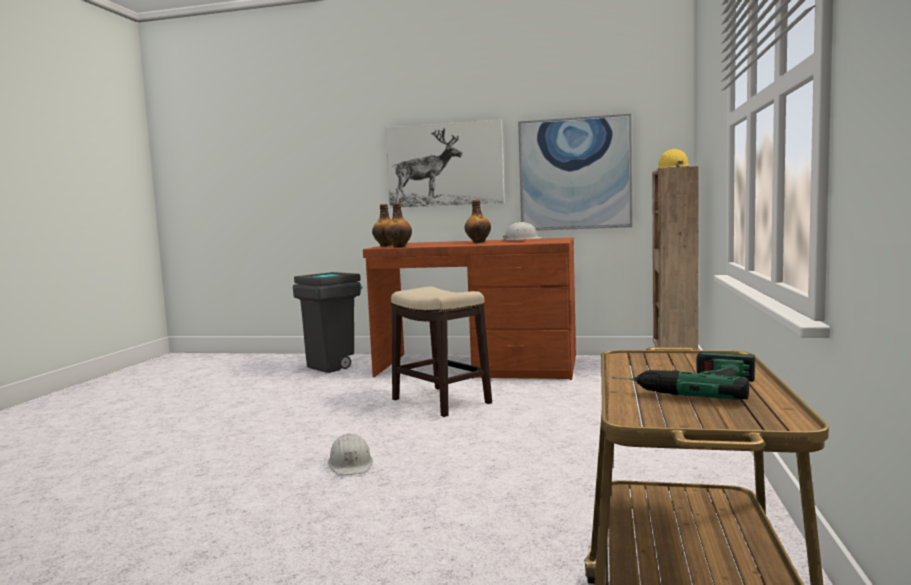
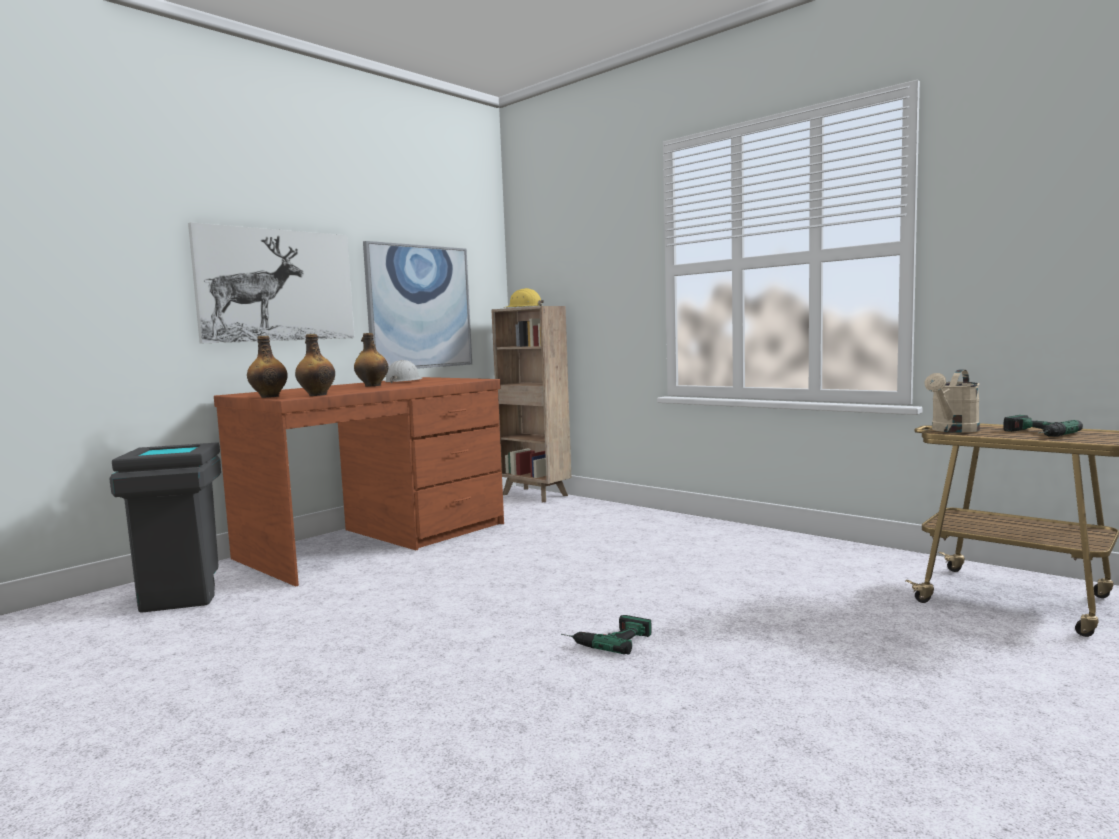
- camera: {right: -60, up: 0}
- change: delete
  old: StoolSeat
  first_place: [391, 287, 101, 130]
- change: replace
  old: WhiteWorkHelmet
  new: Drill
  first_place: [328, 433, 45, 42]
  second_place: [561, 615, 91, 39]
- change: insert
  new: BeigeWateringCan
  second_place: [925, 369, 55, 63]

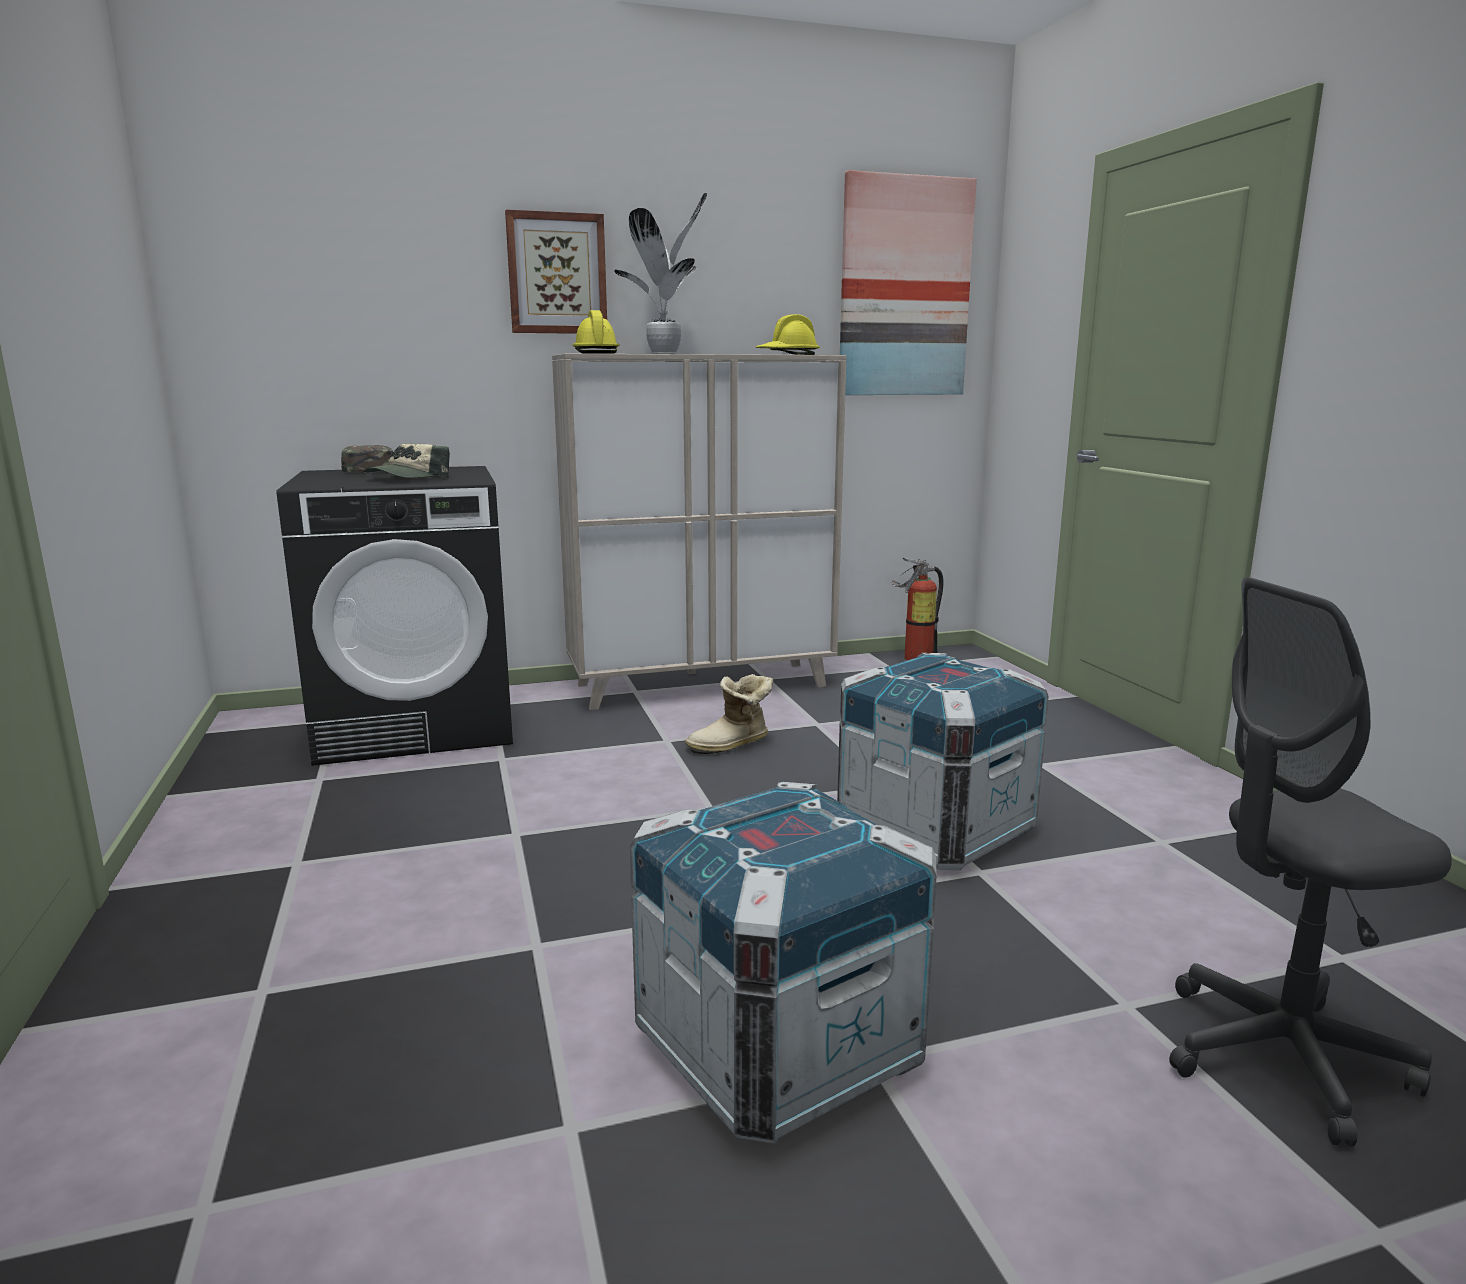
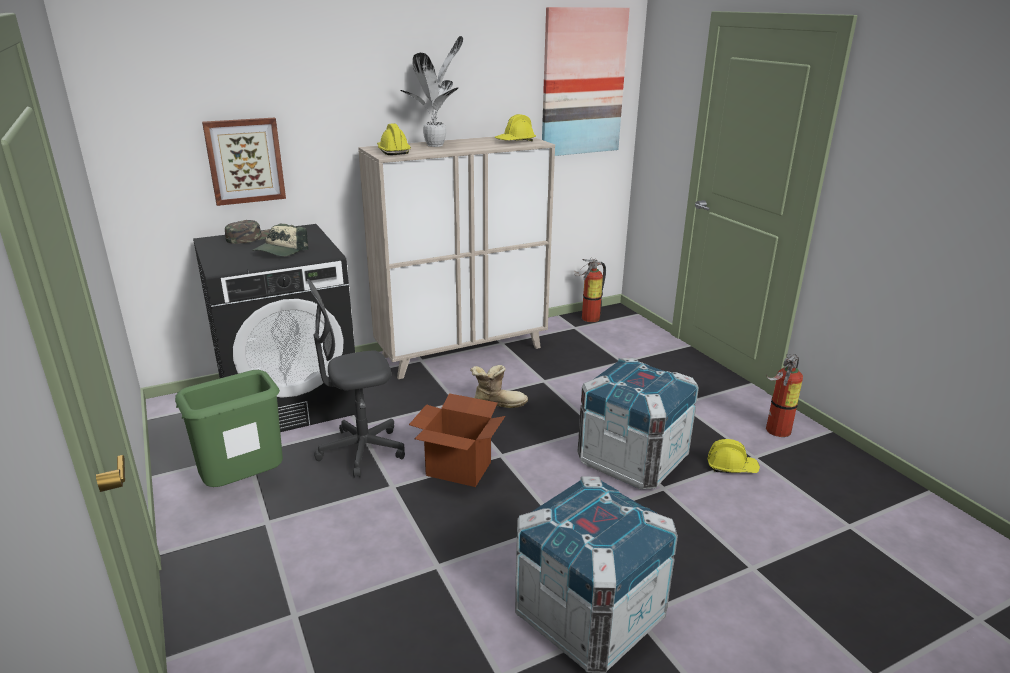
- camera: {right: -10, up: 10}
- change: move
  old: WallPicture
  first_place: [505, 209, 102, 125]
  second_place: [202, 117, 84, 89]
- change: move
  old: GreyComputerChair
  first_place: [1169, 577, 283, 570]
  second_place: [307, 279, 98, 198]
- change: rotate
  old: TallBoot
  first_place: [685, 674, 88, 80]
  second_place: [470, 365, 58, 43]
  degrees: -150
- change: insert
  new: Extinguisher
  second_place: [766, 354, 37, 83]
- change: insert
  new: GreenishRubbishBin
  second_place: [175, 370, 108, 117]
- change: insert
  new: PackingBox
  second_place: [409, 393, 96, 94]
- change: insert
  new: YellowishWorkHelmet
  second_place: [708, 439, 52, 34]

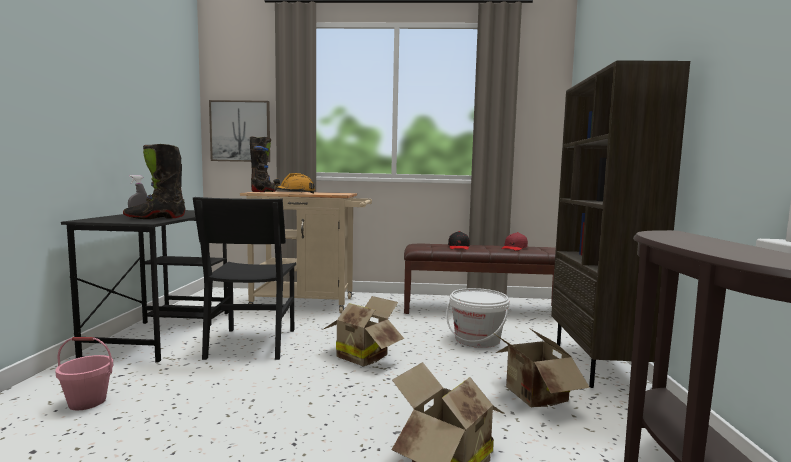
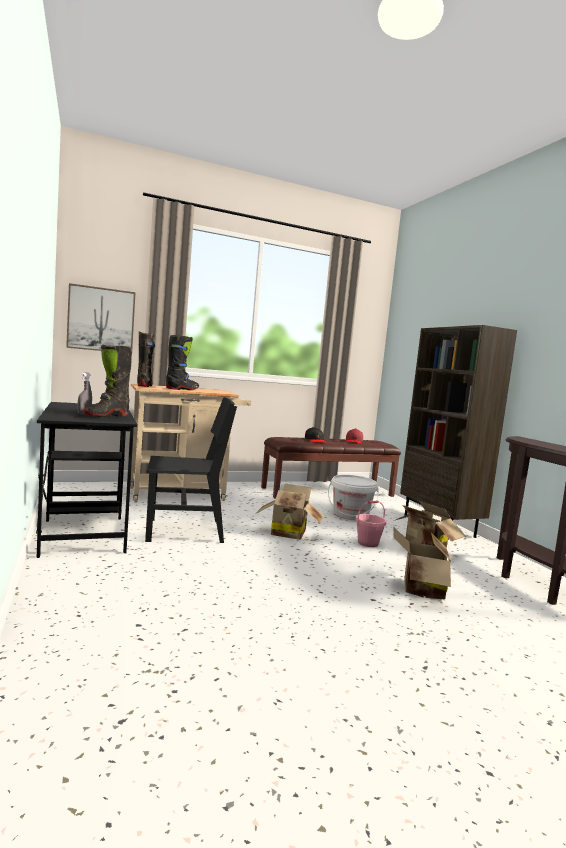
- camera: {right: -25, up: 0}
- change: replace
  old: OrangeyWorkHelmet
  new: BlackTallBoot
  first_place: [274, 173, 41, 20]
  second_place: [166, 335, 33, 55]
- change: rotate
  old: BlackPlainChair
  first_place: [193, 197, 103, 163]
  second_place: [145, 397, 92, 146]
  degrees: -75
- change: move
  old: PinkBucket
  first_place: [55, 337, 58, 74]
  second_place: [356, 501, 31, 46]

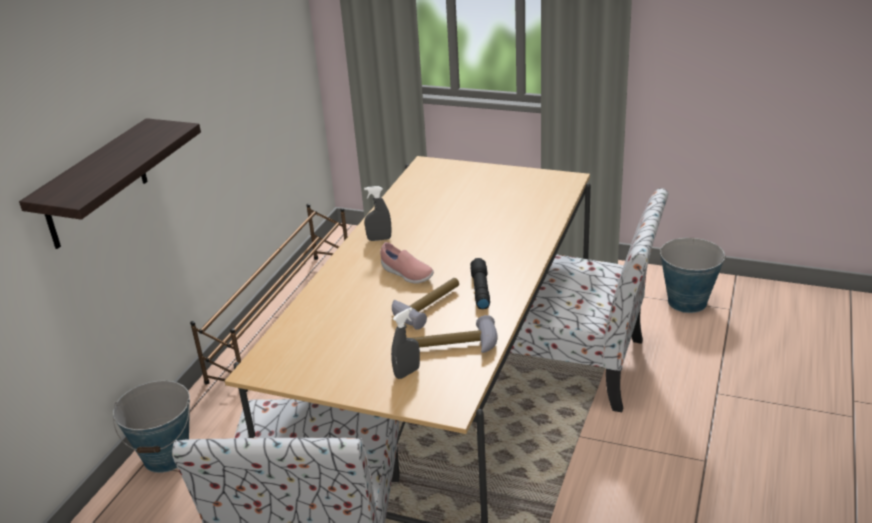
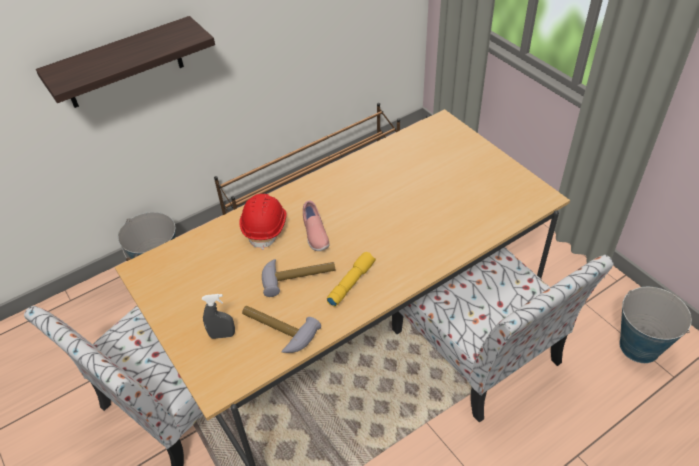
- camera: {right: 35, up: 15}
- change: delete
  old: GreySprayBottle
  first_place: [364, 186, 27, 55]
- change: recolor
  old: BlackTorch
  new: YellowishTorch
  first_place: [470, 258, 20, 51]
  second_place: [327, 252, 49, 55]
- change: insert
  new: RedWorkHelmet
  second_place: [239, 194, 48, 56]

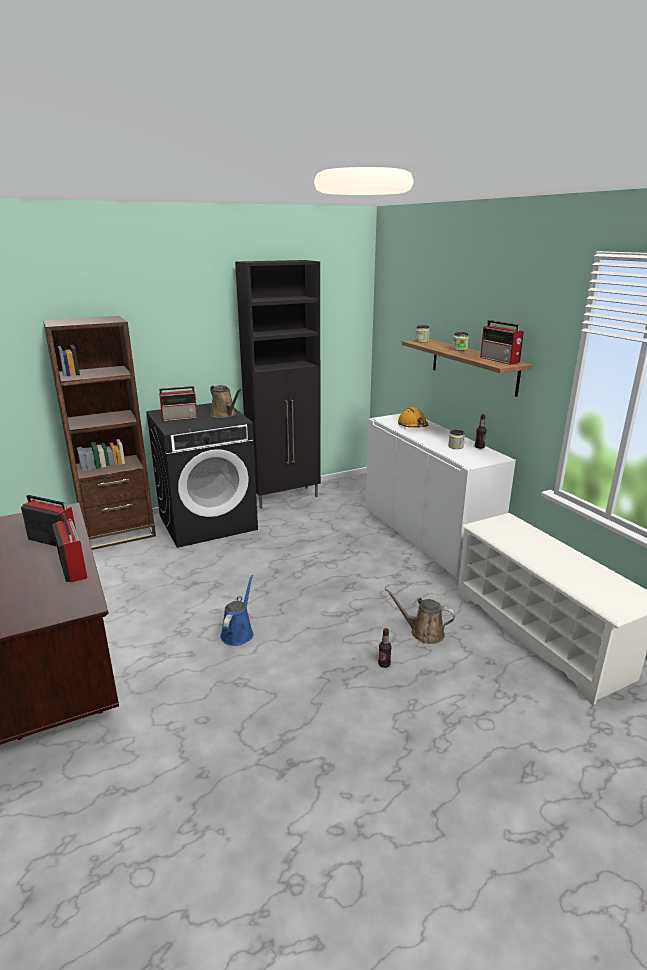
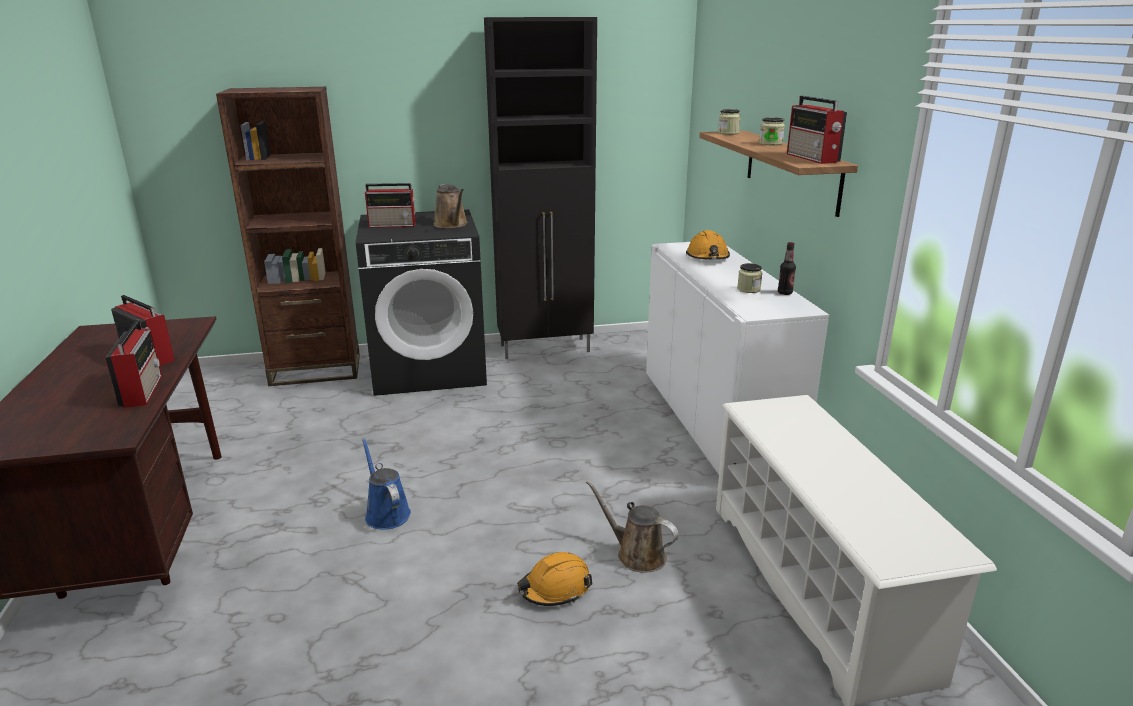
- camera: {right: 15, up: 0}
- change: rotate
  old: BlueColouredWateringCan
  first_place: [220, 575, 34, 71]
  second_place: [362, 438, 49, 91]
  degrees: -60
- change: replace
  old: BeverageBottle
  new: OrangeyWorkHelmet
  first_place: [378, 628, 14, 40]
  second_place: [517, 552, 76, 54]

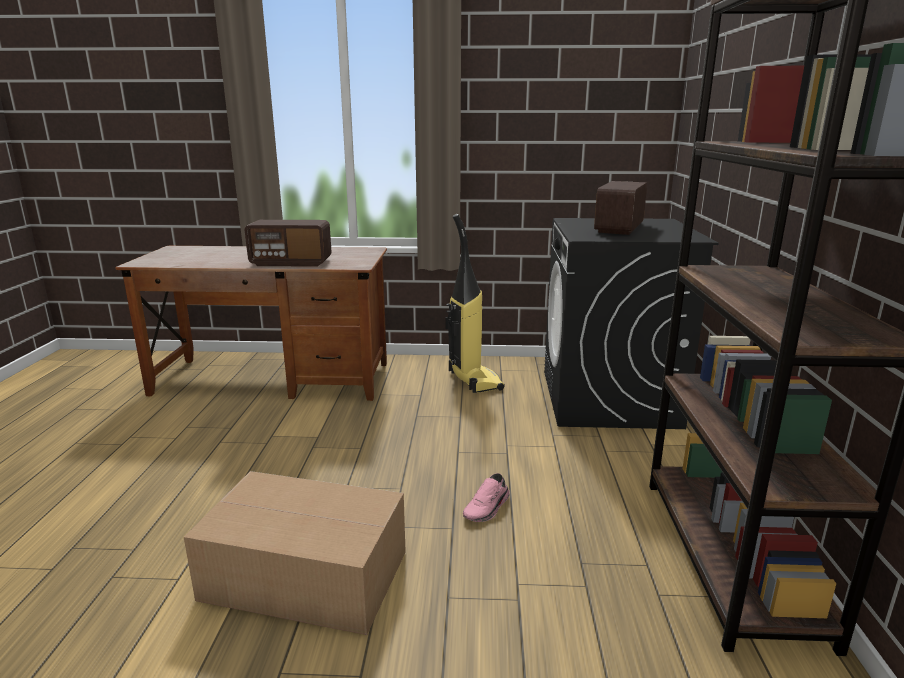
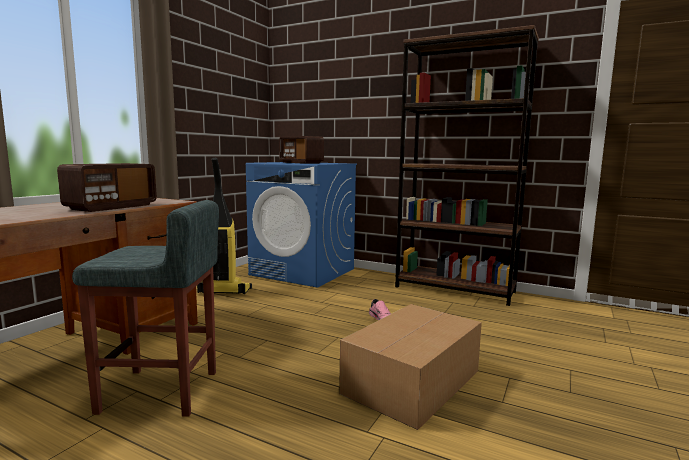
- camera: {right: -65, up: -10}
- change: recolor
  old: BlackLaundryAppliance
  new: BlueColouredLaundryAppliance
  first_place: [544, 218, 175, 211]
  second_place: [246, 162, 111, 126]
- change: insert
  new: GreyStoolSeat
  second_place: [72, 200, 147, 217]

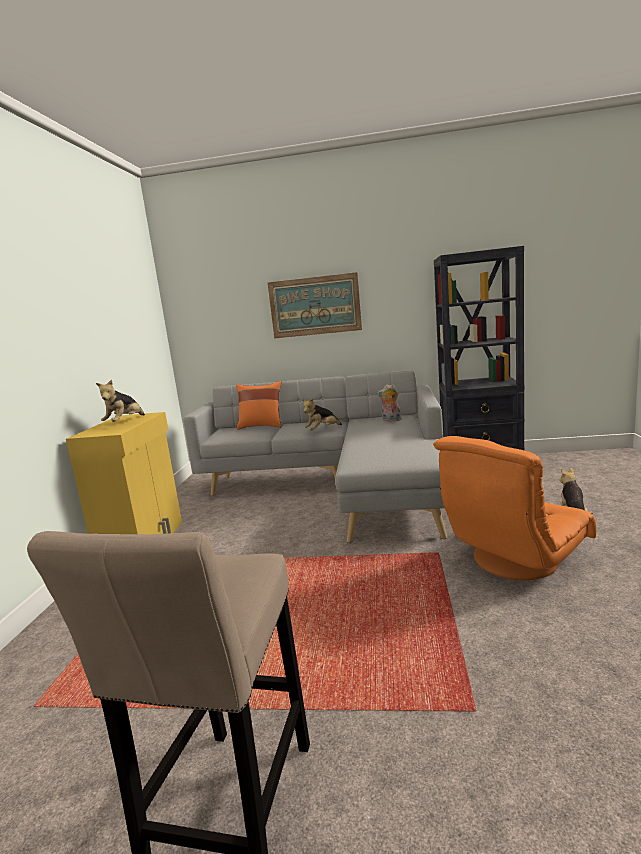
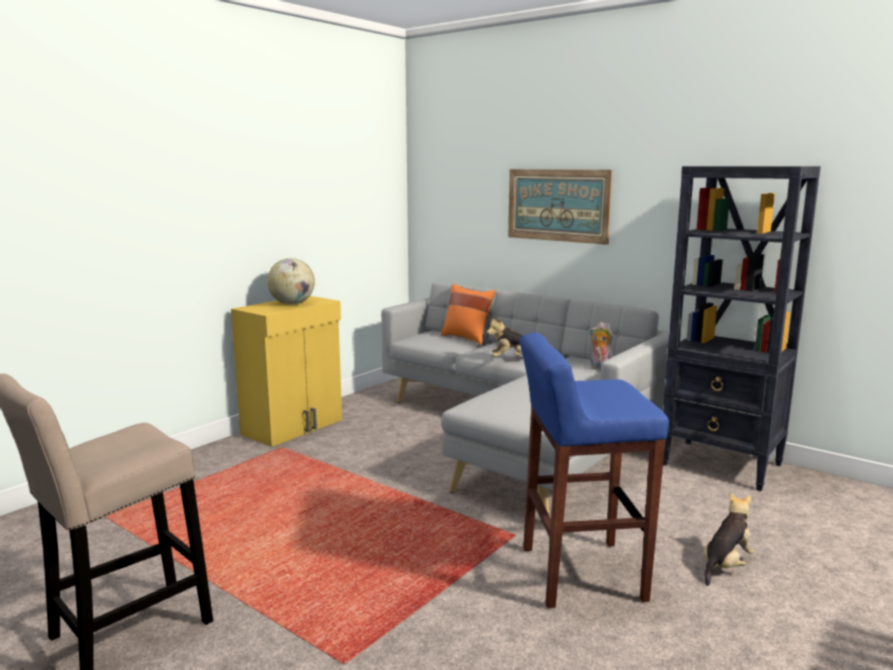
- camera: {right: 30, up: 0}
- change: replace
  old: SoftToy
  new: WorldGlobe
  first_place: [96, 380, 49, 42]
  second_place: [267, 258, 48, 47]
- change: replace
  old: OrangeyEasyChair
  new: BlueColouredStoolSeat
  first_place: [433, 436, 163, 144]
  second_place: [520, 333, 149, 275]

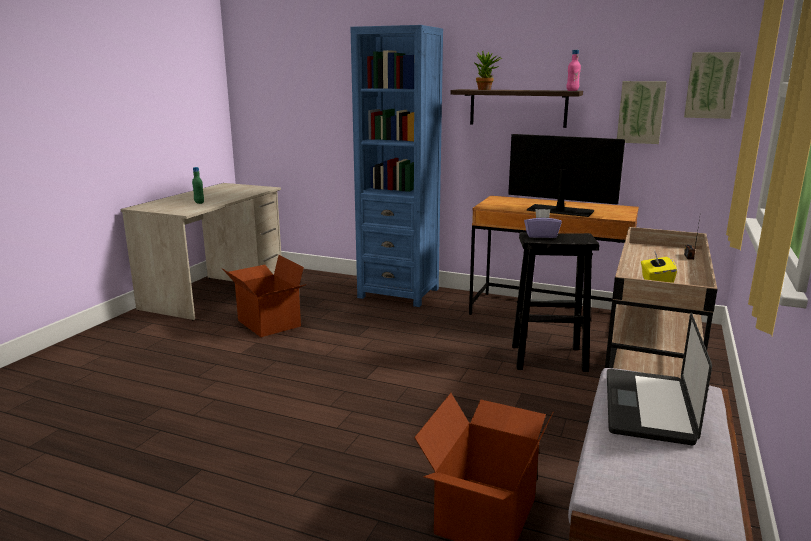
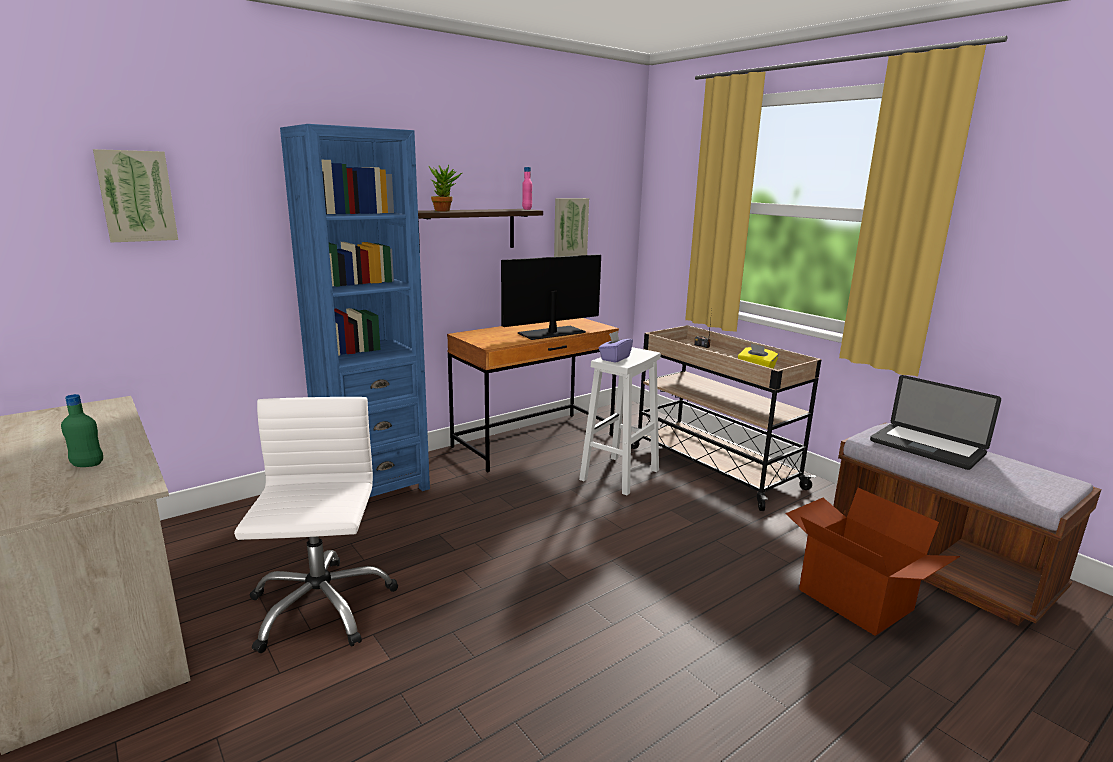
- camera: {right: -60, up: 0}
- change: move
  old: WallPicture
  first_place: [684, 52, 57, 67]
  second_place: [93, 149, 85, 93]
- change: recolor
  old: BlackStoolSeat
  new: WhiteStoolSeat
  first_place: [512, 232, 87, 140]
  second_place: [579, 347, 82, 148]
- change: replace
  old: PackingBox
  new: WhiteComputerChair
  first_place: [223, 255, 83, 82]
  second_place: [234, 397, 164, 256]

